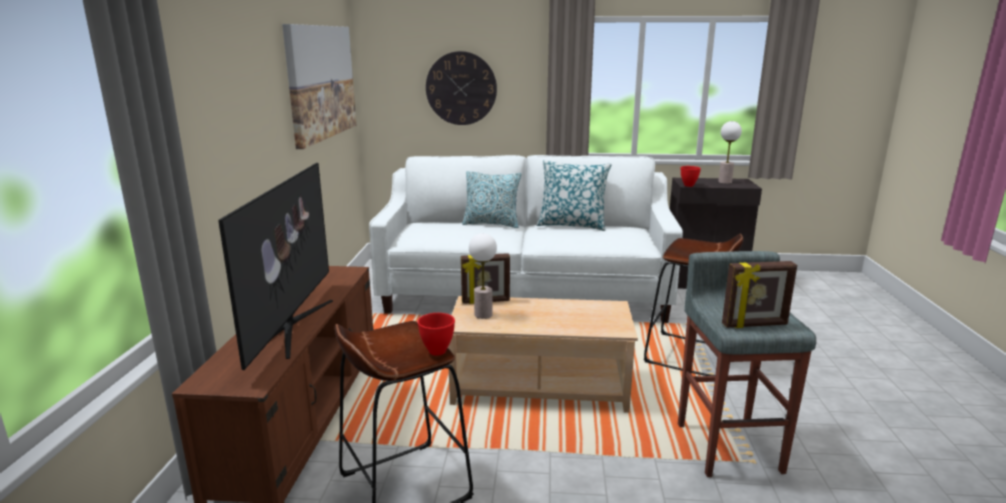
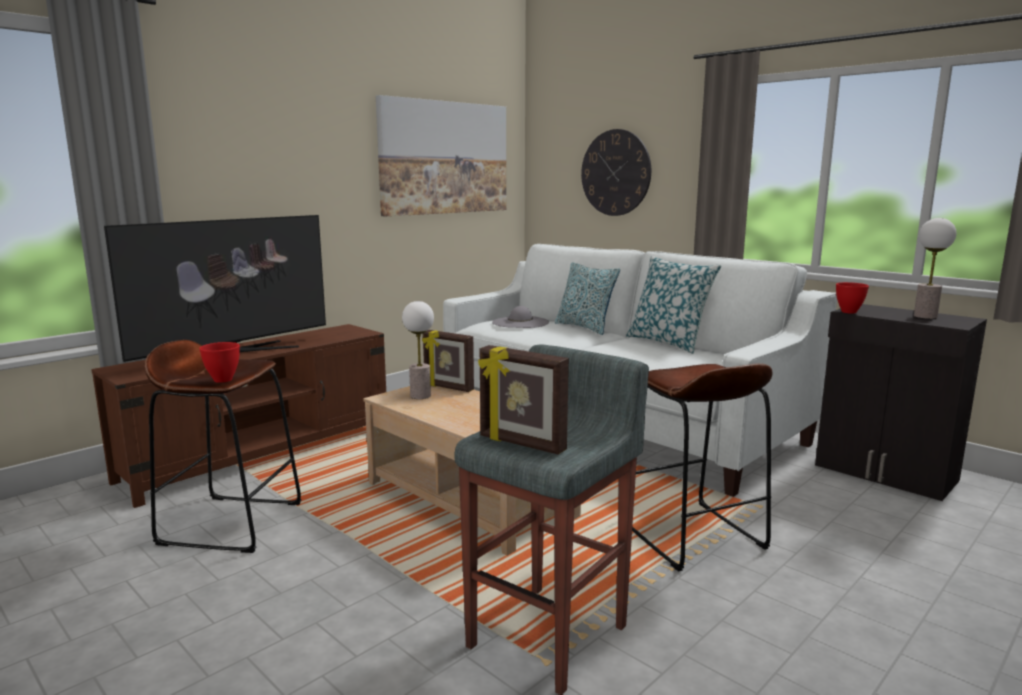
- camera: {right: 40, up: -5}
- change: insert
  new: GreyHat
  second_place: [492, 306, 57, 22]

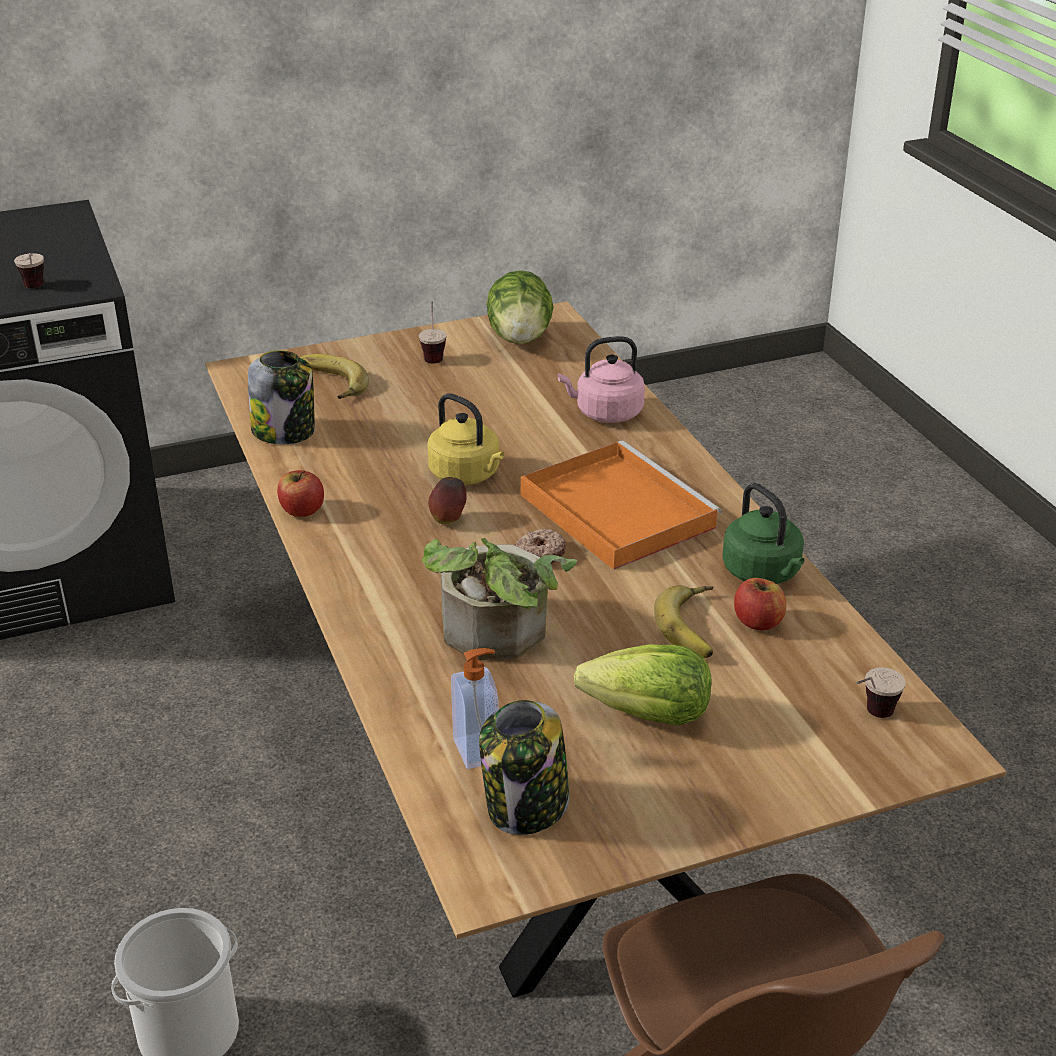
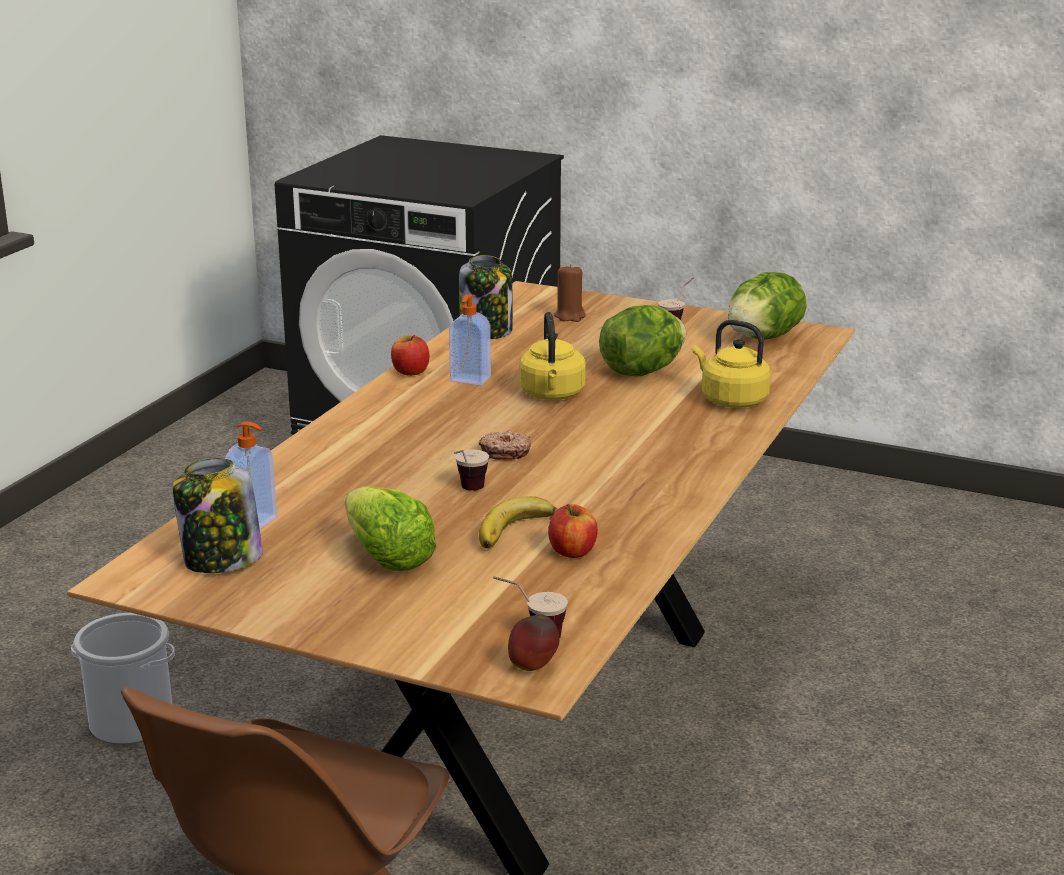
- camera: {right: 45, up: -10}
- change: move
  old: Cup
  first_place: [14, 253, 30, 35]
  second_place: [454, 449, 35, 42]
- change: recolor
  old: PinkKettle
  new: YellowishKettle
  first_place: [557, 336, 88, 87]
  second_place: [693, 320, 78, 88]
- change: replace
  old: WholeBanana
  new: BrownColouredWaxCandle
  first_place: [300, 354, 69, 45]
  second_place: [554, 264, 32, 58]
- change: delete
  old: OrangeyCarryingTray
  first_place: [521, 440, 201, 130]
- change: move
  old: Apple
  first_place: [429, 477, 38, 47]
  second_place: [508, 614, 52, 57]
- change: delete
  old: GreenishKettle
  first_place: [722, 483, 82, 101]
- change: delete
  old: PlantInAPot
  first_place: [422, 538, 155, 122]
- change: insert
  new: LiquidSoapBottle
  second_place: [449, 294, 42, 92]
- change: insert
  new: LettuceHead
  second_place: [599, 305, 87, 72]

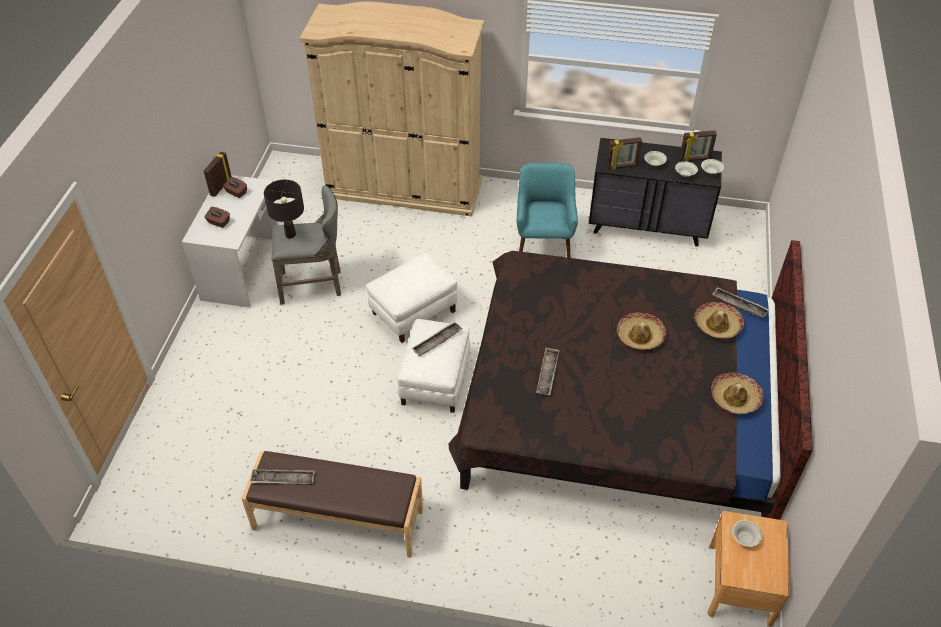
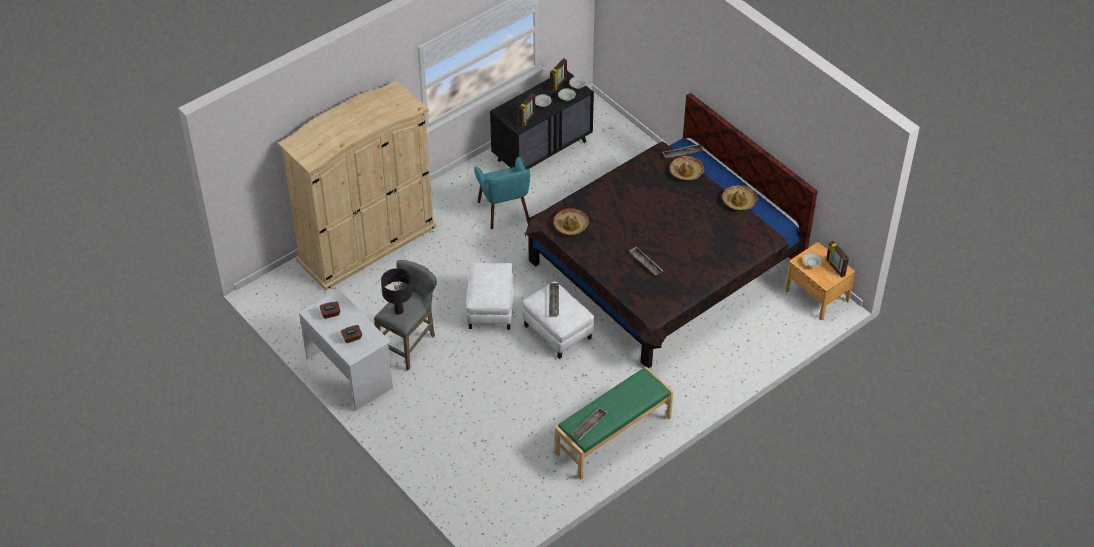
- camera: {right: -50, up: 0}
- change: move
  old: StandingFrame
  first_place: [204, 152, 28, 45]
  second_place: [826, 241, 23, 37]
- change: rotate
  old: BlueGreenEasyChair
  first_place: [517, 163, 61, 95]
  second_place: [474, 157, 56, 72]
  degrees: -150
- change: move
  old: Hat
  first_place: [617, 313, 49, 37]
  second_place: [554, 208, 35, 27]
- change: recolor
  old: BrownColouredBench
  new: GreenishBench
  first_place: [241, 451, 182, 107]
  second_place: [555, 367, 119, 112]

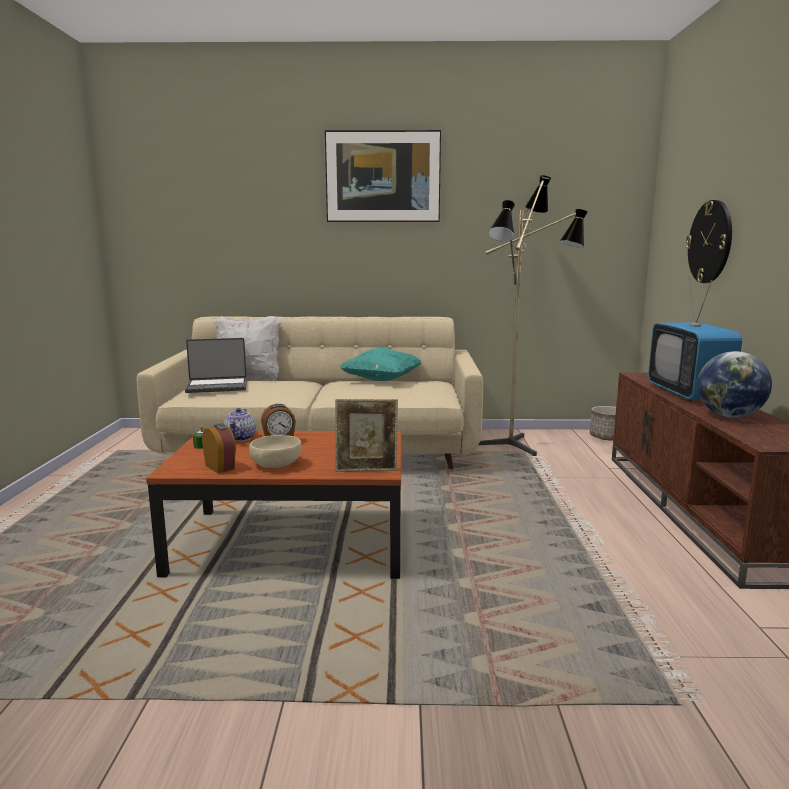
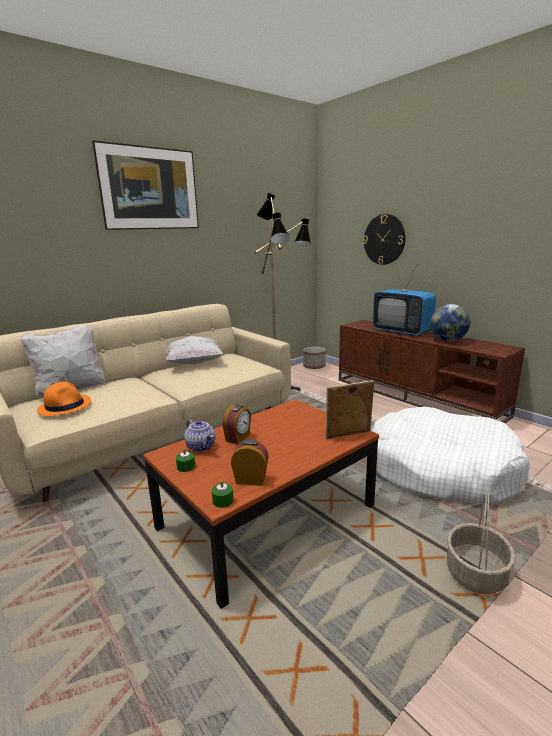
- camera: {right: -40, up: 5}
- change: replace
  old: PortableComputer
  new: OrangeyHat
  first_place: [185, 338, 62, 55]
  second_place: [37, 382, 55, 35]
- change: recolor
  old: BlueGreenCushion
  new: WhiteCushion
  first_place: [339, 348, 83, 33]
  second_place: [166, 336, 57, 29]
- change: rotate
  old: StandingFrame
  first_place: [335, 399, 63, 73]
  second_place: [325, 380, 49, 59]
  degrees: -150
- change: delete
  old: BeigeServingBowl
  first_place: [249, 435, 53, 33]
- change: insert
  new: WhitePetBed
  second_place: [371, 406, 159, 99]
- change: insert
  new: GreenishWaxCandle
  second_place: [212, 479, 21, 29]
- change: insert
  new: Basket
  second_place: [447, 493, 68, 101]

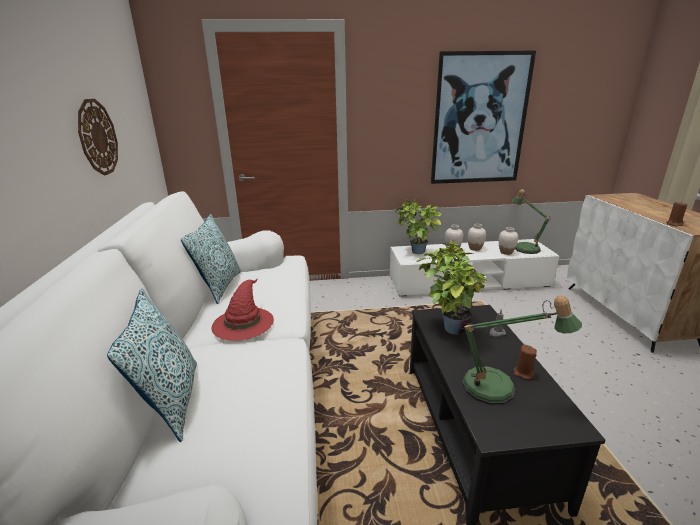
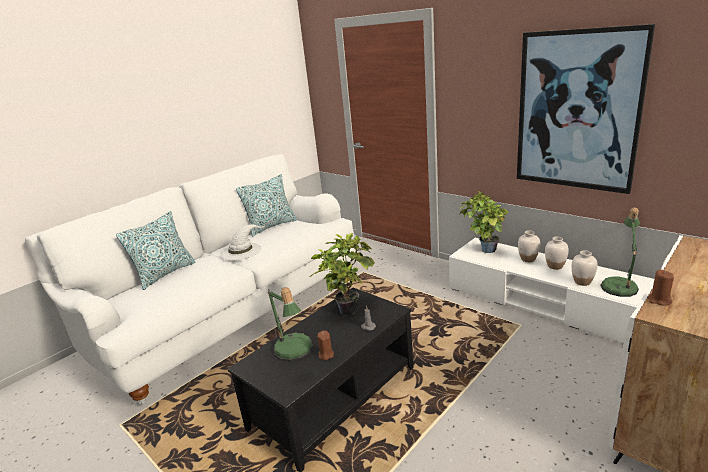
- camera: {right: 50, up: 0}
- change: delete
  old: ClockOnTheWall
  first_place: [78, 99, 40, 77]
- change: recolor
  old: RedHat
  new: WhiteHat
  first_place: [211, 278, 63, 63]
  second_place: [220, 224, 44, 37]

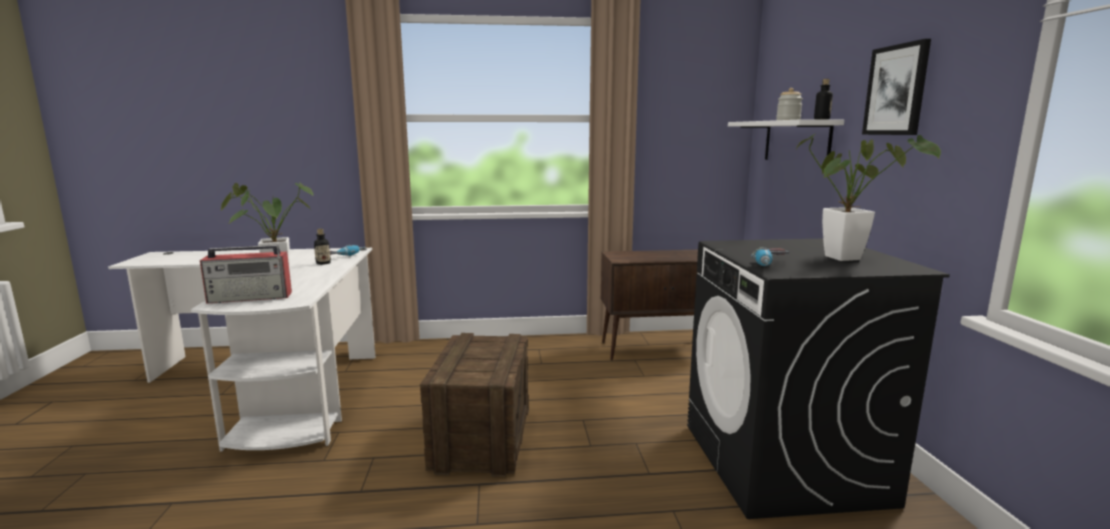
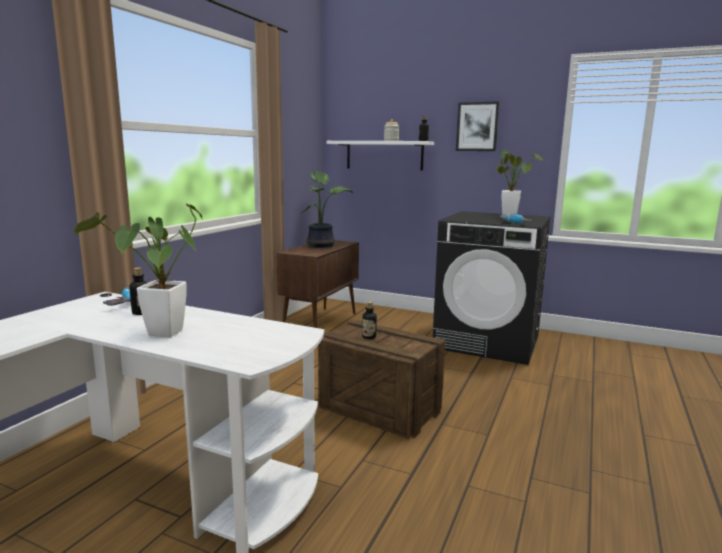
- camera: {right: -60, up: 0}
- change: delete
  old: RadioSet
  first_place: [200, 244, 92, 60]
- change: insert
  new: PlantInAPot
  second_place: [300, 171, 53, 77]
- change: insert
  new: BeverageBottle
  second_place: [362, 302, 15, 37]

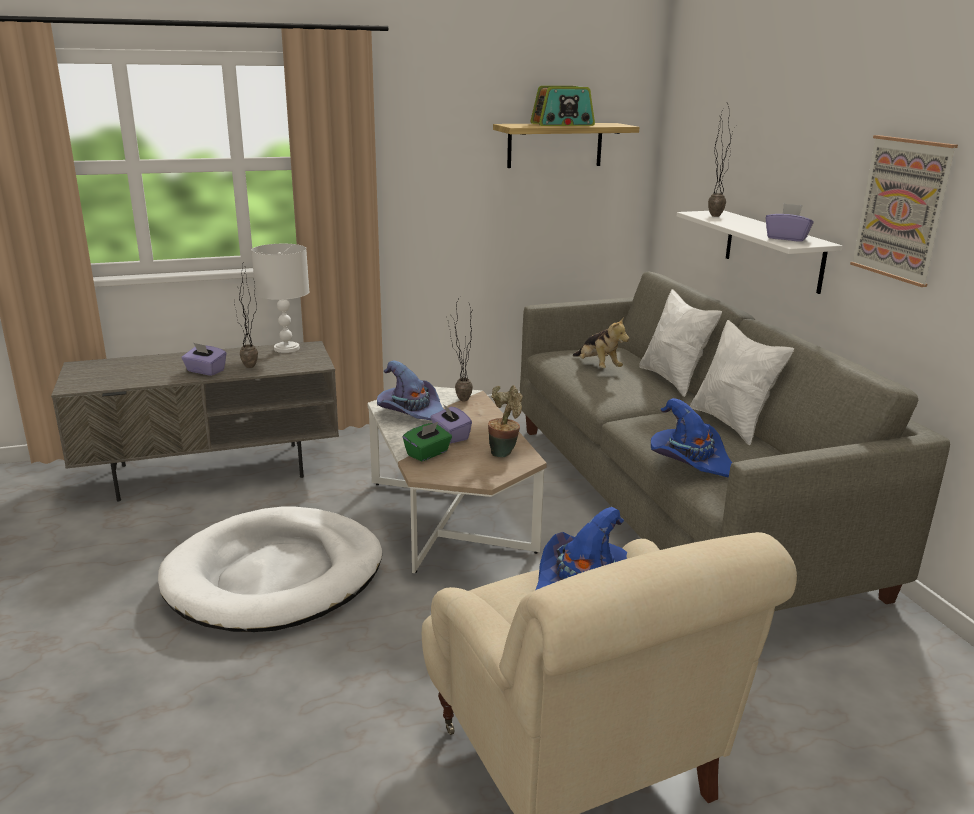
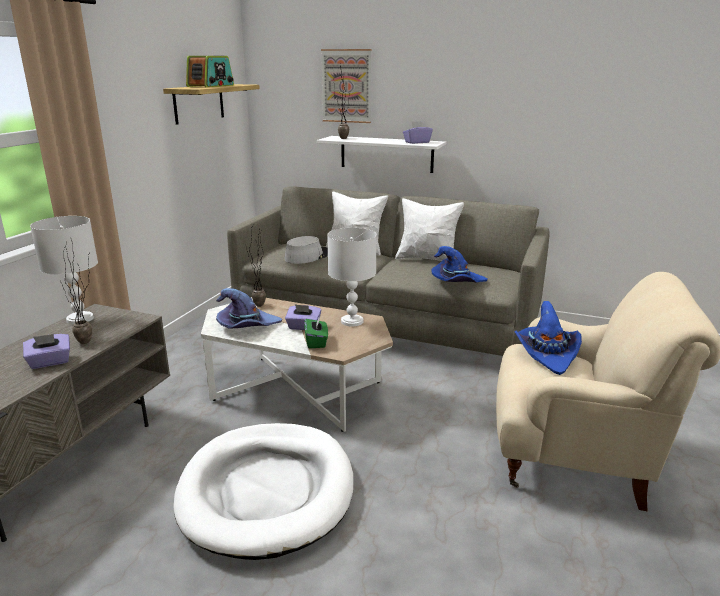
- camera: {right: -50, up: 0}
- change: move
  old: WallPicture
  first_place: [850, 135, 108, 152]
  second_place: [321, 49, 50, 74]
- change: replace
  old: SoftToy
  new: GreyHat
  first_place: [573, 317, 56, 51]
  second_place: [284, 236, 44, 28]
- change: replace
  old: PlantInAPot
  new: WhiteLampForATable
  first_place: [488, 385, 35, 72]
  second_place: [327, 228, 49, 98]

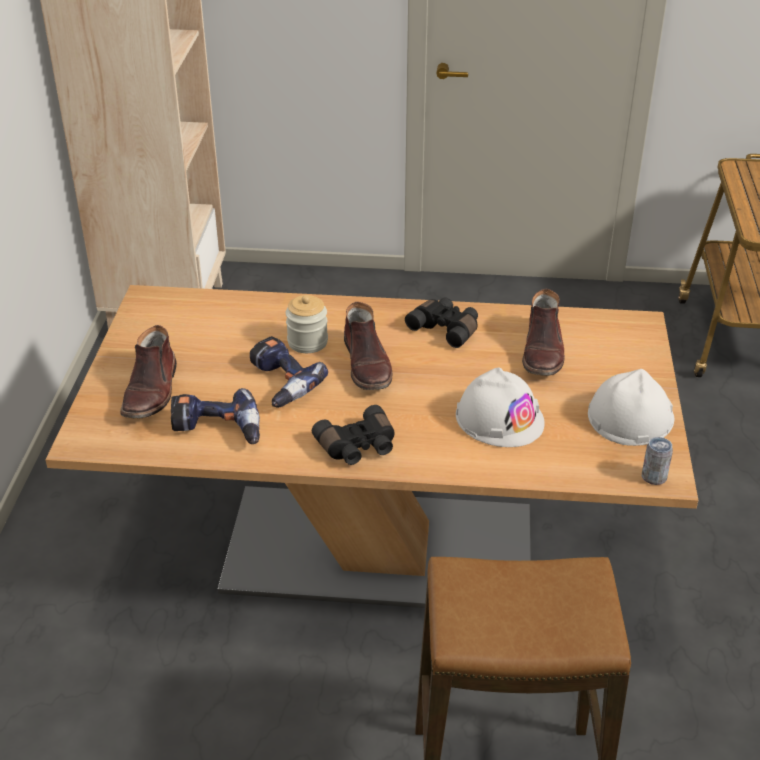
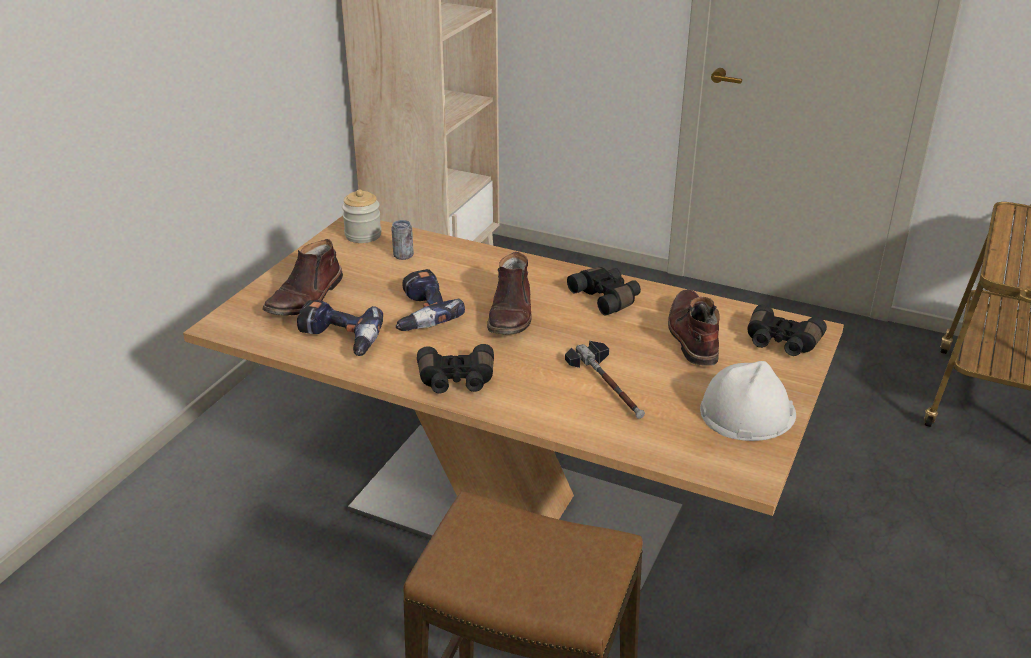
- camera: {right: 20, up: -5}
- change: rotate
  old: BrownColouredTallBoot
  first_place: [522, 289, 43, 87]
  second_place: [668, 289, 52, 77]
  degrees: 150
- change: move
  old: PreserveJar
  first_place: [286, 295, 42, 58]
  second_place: [342, 189, 39, 54]
- change: replace
  old: WhiteWorkHelmet
  new: Hammer
  first_place: [456, 368, 89, 79]
  second_place: [565, 341, 80, 78]
- change: move
  old: Can
  first_place: [642, 437, 31, 48]
  second_place: [391, 220, 23, 40]
- change: insert
  new: BlackBinoculars
  second_place: [747, 304, 80, 52]

